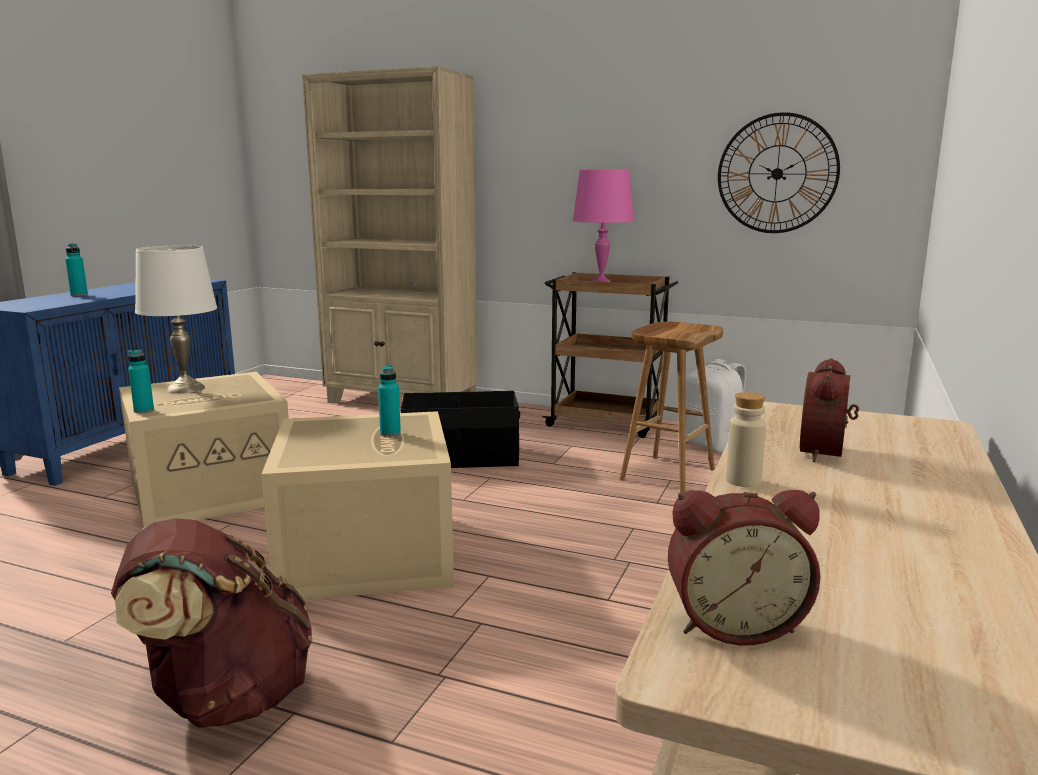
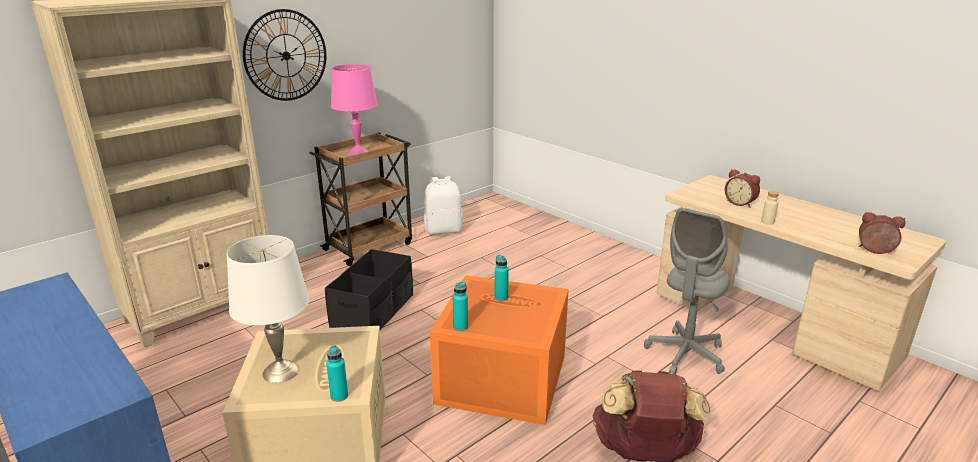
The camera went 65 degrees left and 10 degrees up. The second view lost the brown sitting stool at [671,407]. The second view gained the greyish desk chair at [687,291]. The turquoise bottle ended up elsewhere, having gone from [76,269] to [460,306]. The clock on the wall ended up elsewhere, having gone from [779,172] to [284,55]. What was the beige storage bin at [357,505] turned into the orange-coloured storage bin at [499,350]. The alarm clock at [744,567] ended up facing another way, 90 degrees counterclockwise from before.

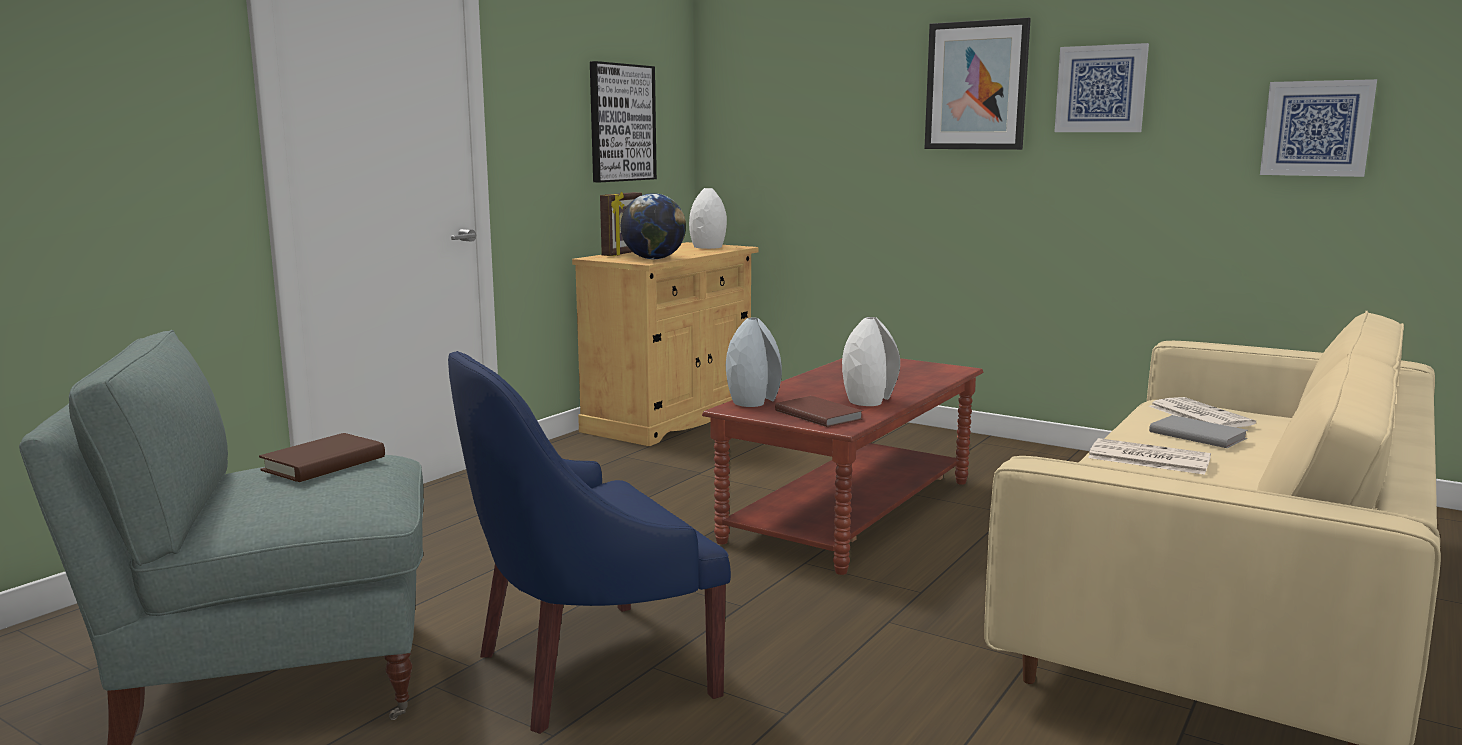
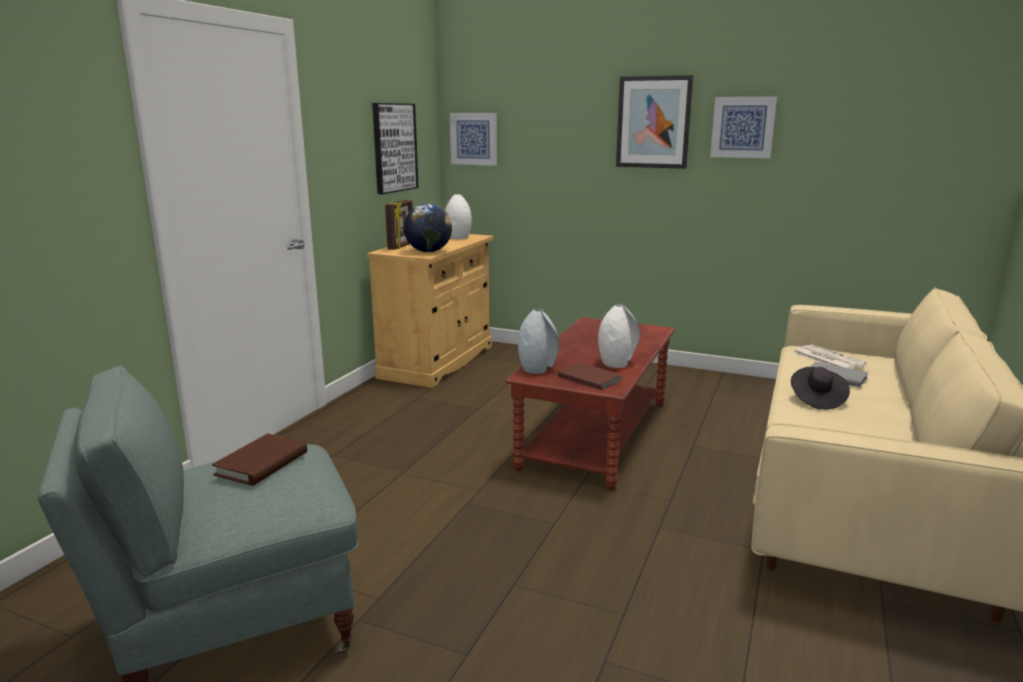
The camera went 10 degrees left and 5 degrees up. The second view lost the blue-coloured easy chair at [589,542]. The wall picture ended up elsewhere, having gone from [1318,128] to [473,139]. Where the printed paper stood at [1149,456], the black hat came to stand at [820,388].

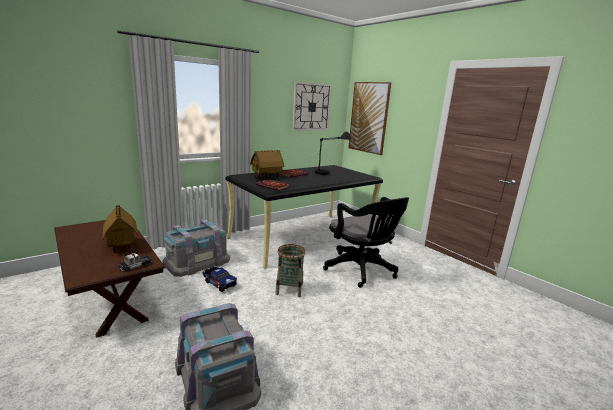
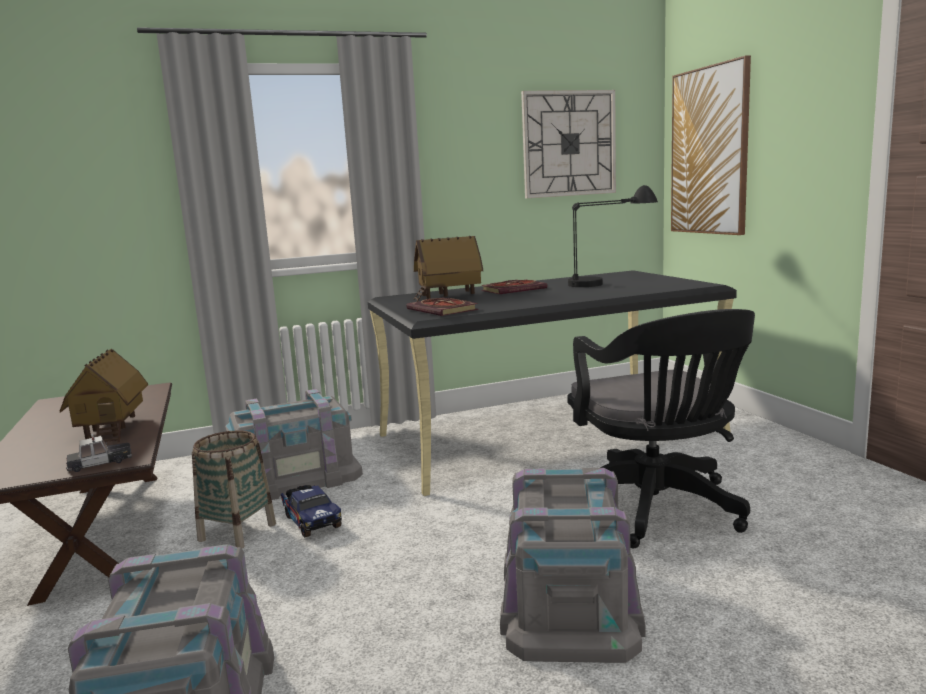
The camera went 20 degrees right and 5 degrees down. The second view gained the greyish storage bin at [573,565]. The basket ended up elsewhere, having gone from [290,270] to [234,489].

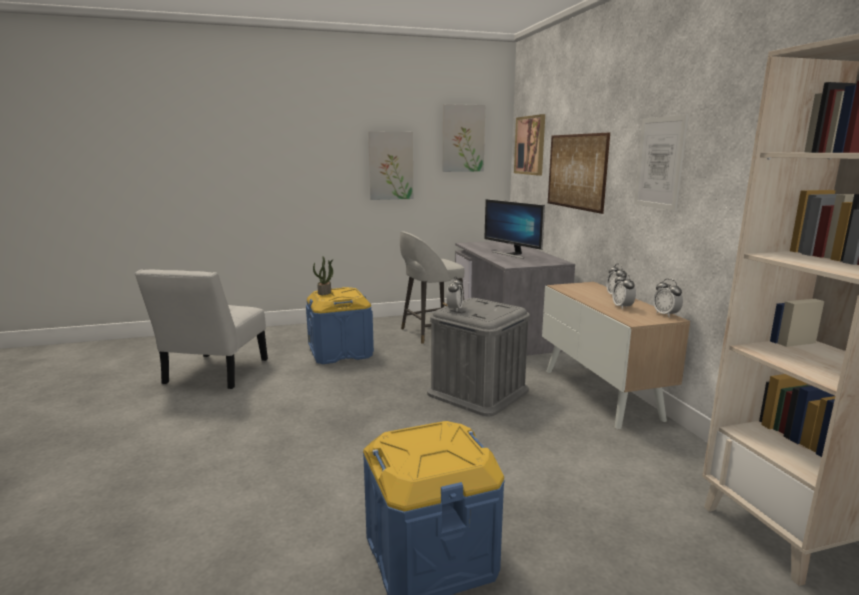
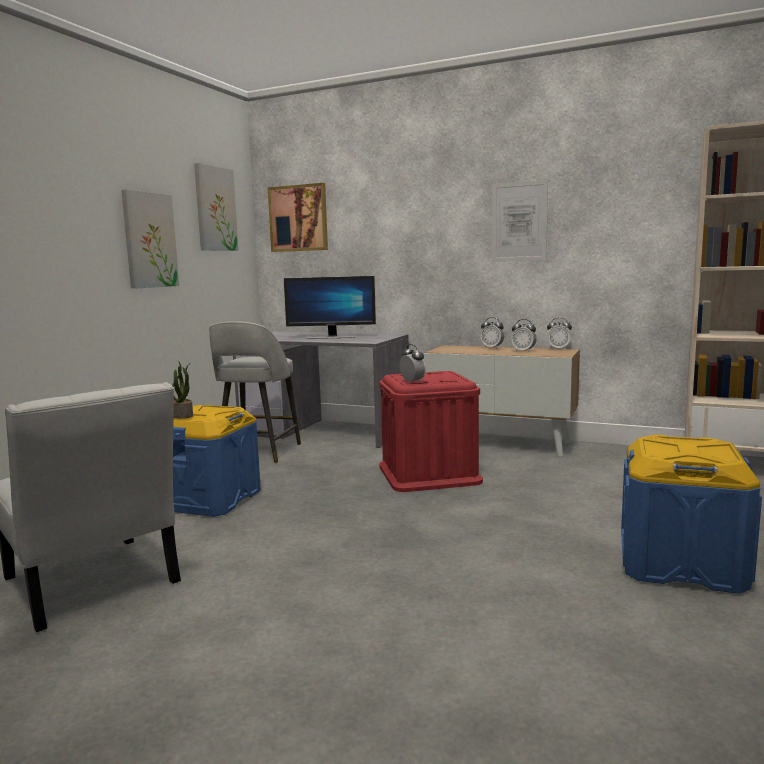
The camera went 50 degrees left and 5 degrees down. The second view lost the wall picture at [579,173]. What was the greyish storage bin at [478,357] turned into the red storage bin at [431,431].

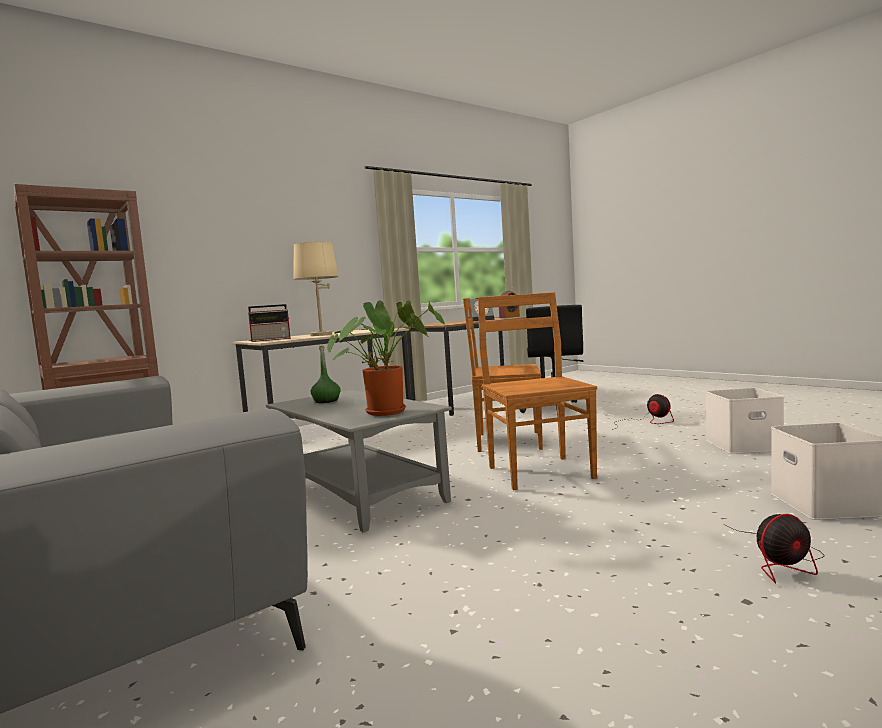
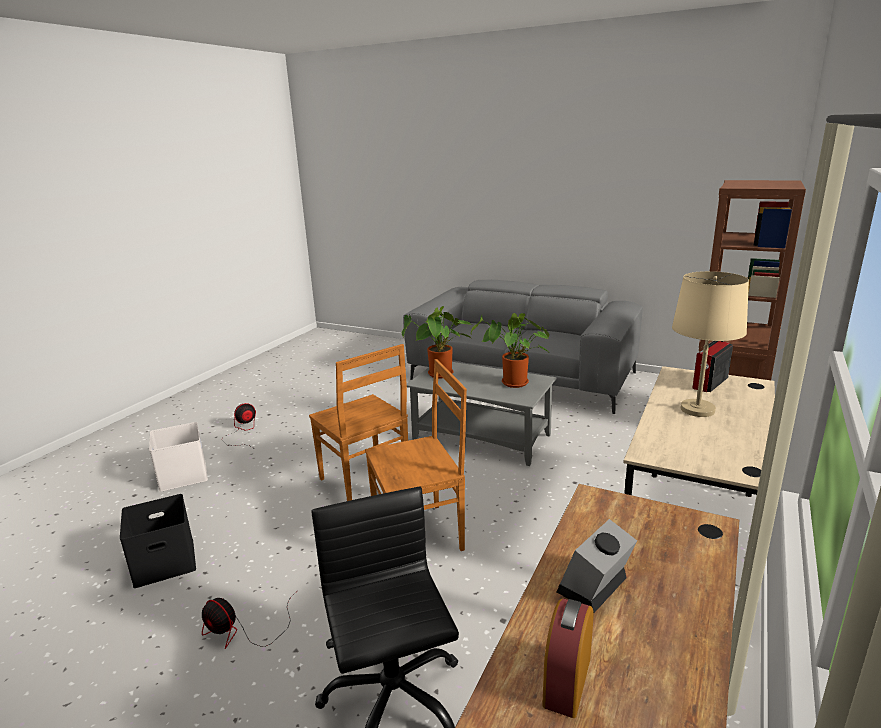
The camera went 155 degrees right and 15 degrees up. Where the green-coloured bottle stood at [326,374], the potted plant came to stand at [510,350]. What was the white storage bin at [745,421] turned into the black storage bin at [158,541].

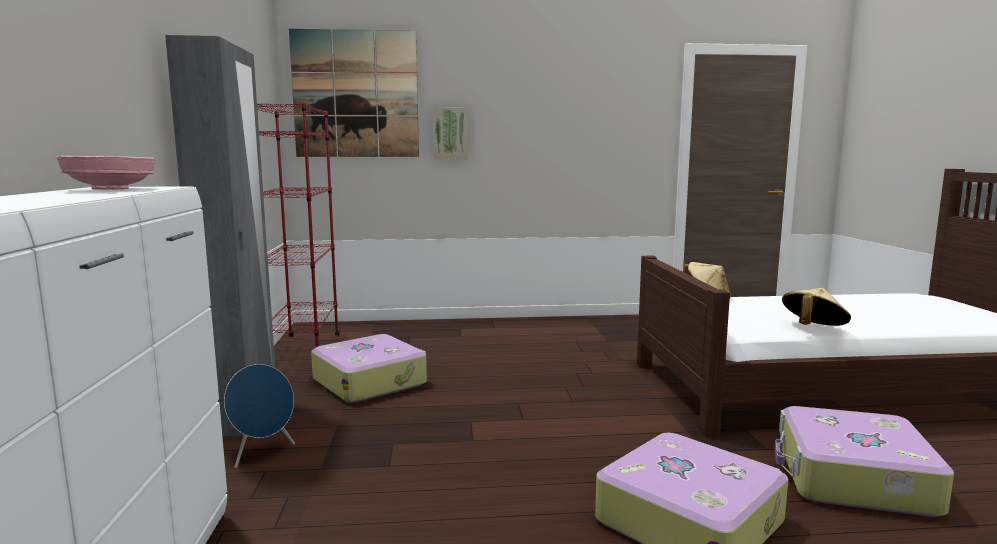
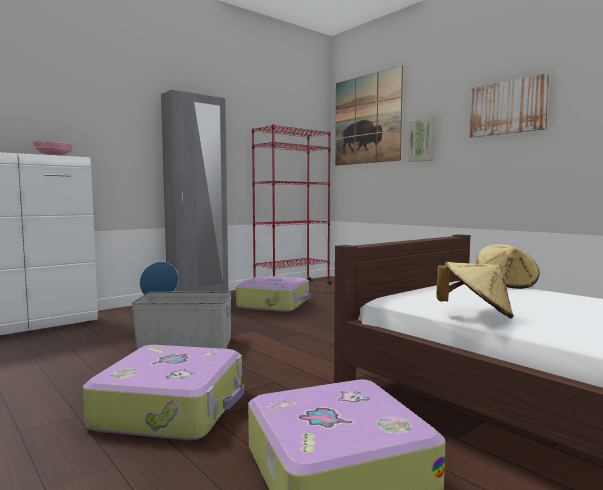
The camera went 55 degrees right and 5 degrees down. The second view gained the greyish storage bin at [182,321]. The second view gained the wall picture at [509,105].

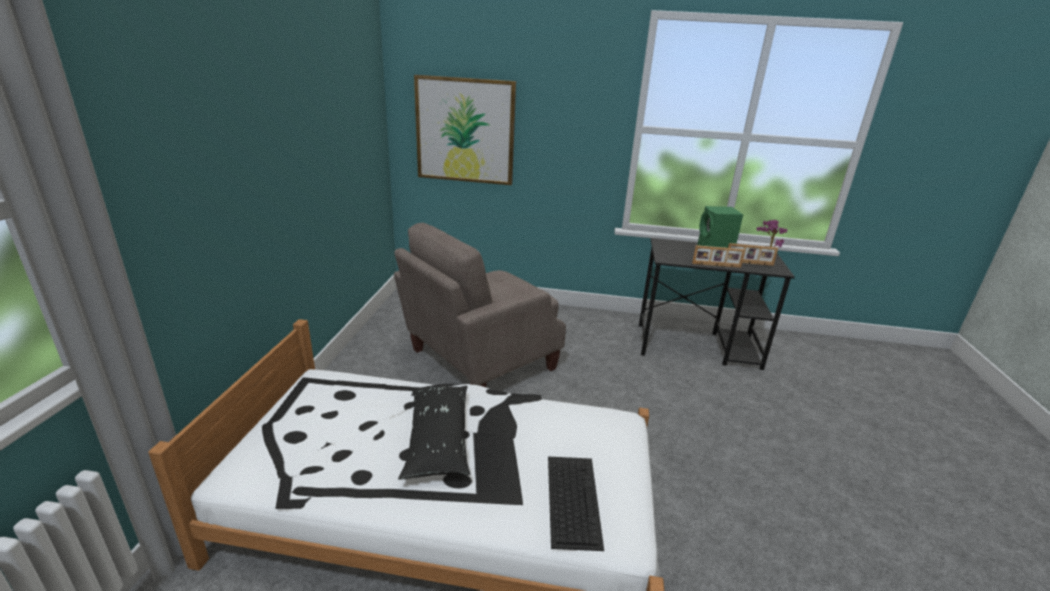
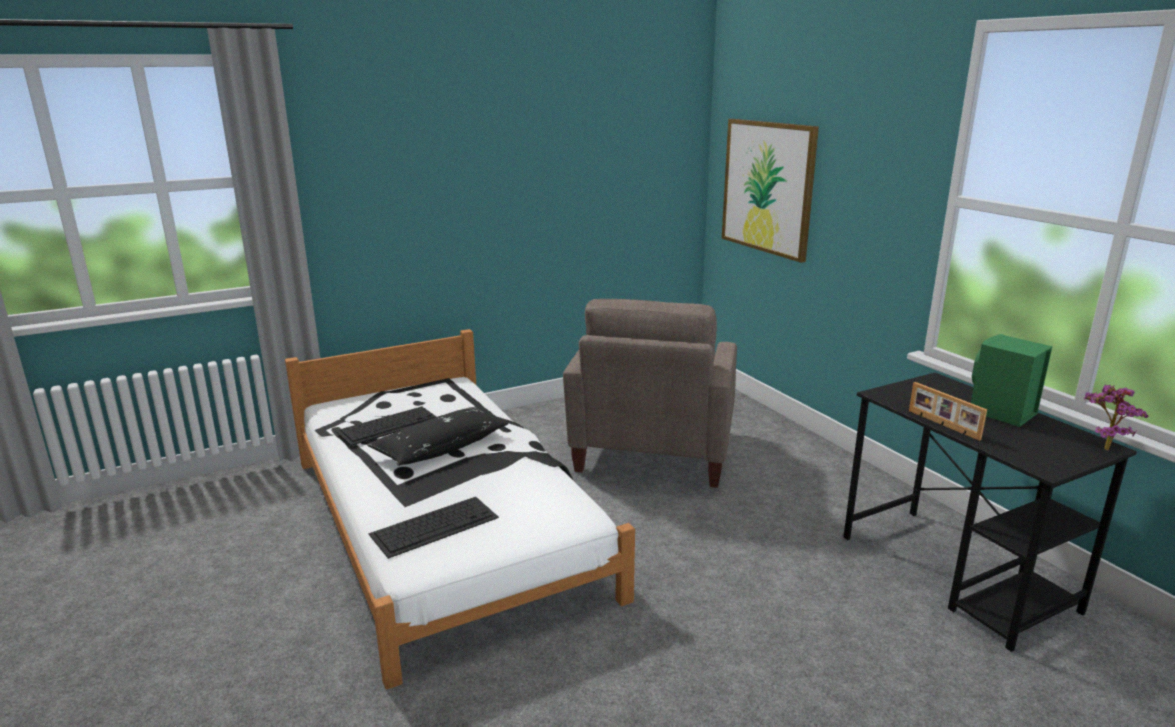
The camera went 55 degrees right and 5 degrees down. The second view lost the standing frame at [753,254]. The second view gained the computer keyboard at [386,426]. The beige easy chair at [480,305] ended up facing another way, 90 degrees counterclockwise from before.

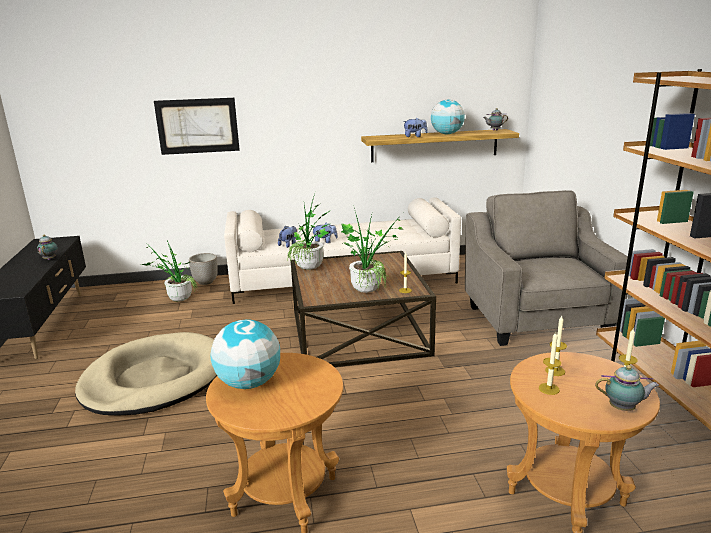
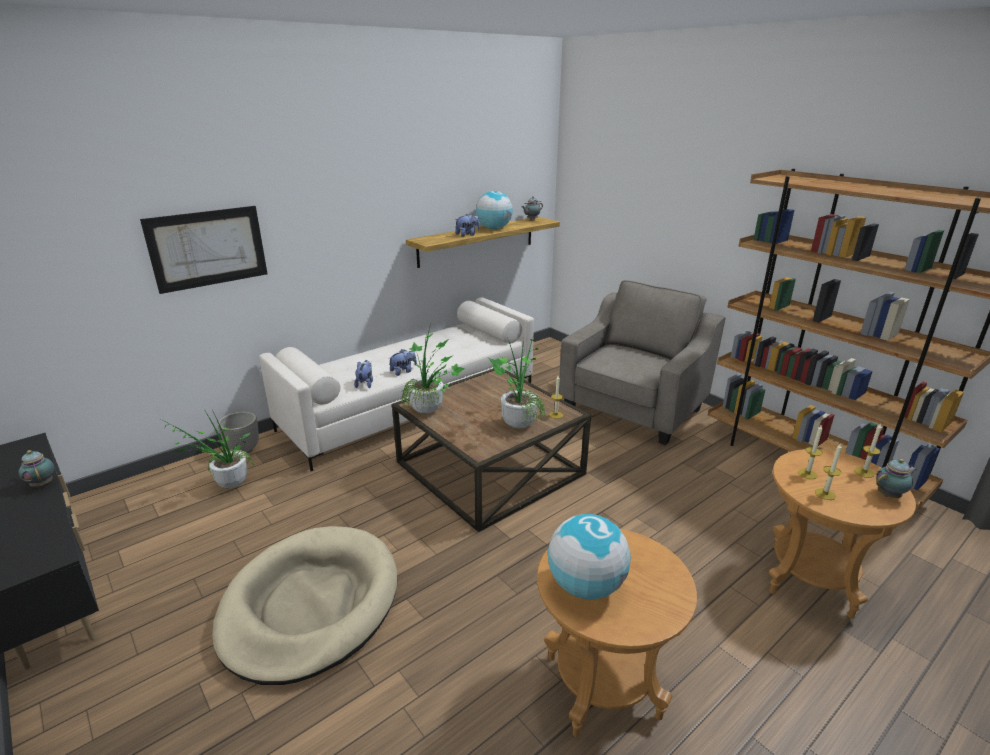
The camera went 30 degrees left and 5 degrees up. The greyish easy chair at [546,268] ended up facing another way, 75 degrees clockwise from before.

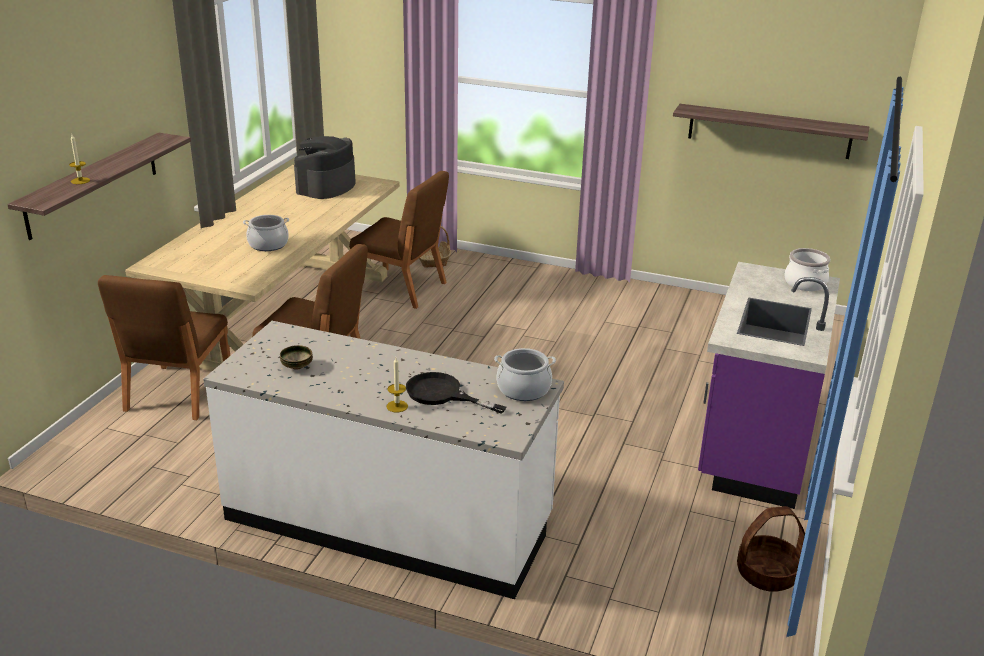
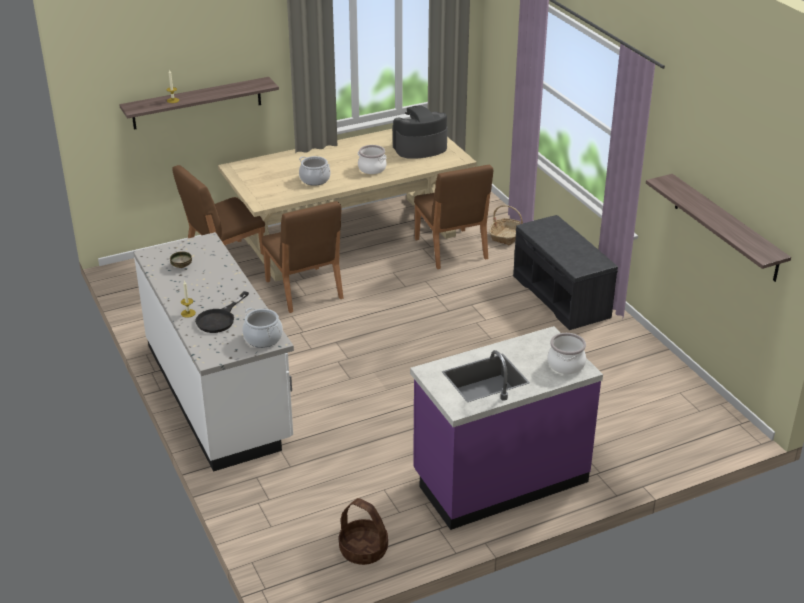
The camera went 45 degrees right and 5 degrees up. The second view gained the cooking pot at [372,159]. The second view gained the greyish bench at [565,272]. The black frying pan at [456,393] ended up facing another way, 135 degrees counterclockwise from before.

